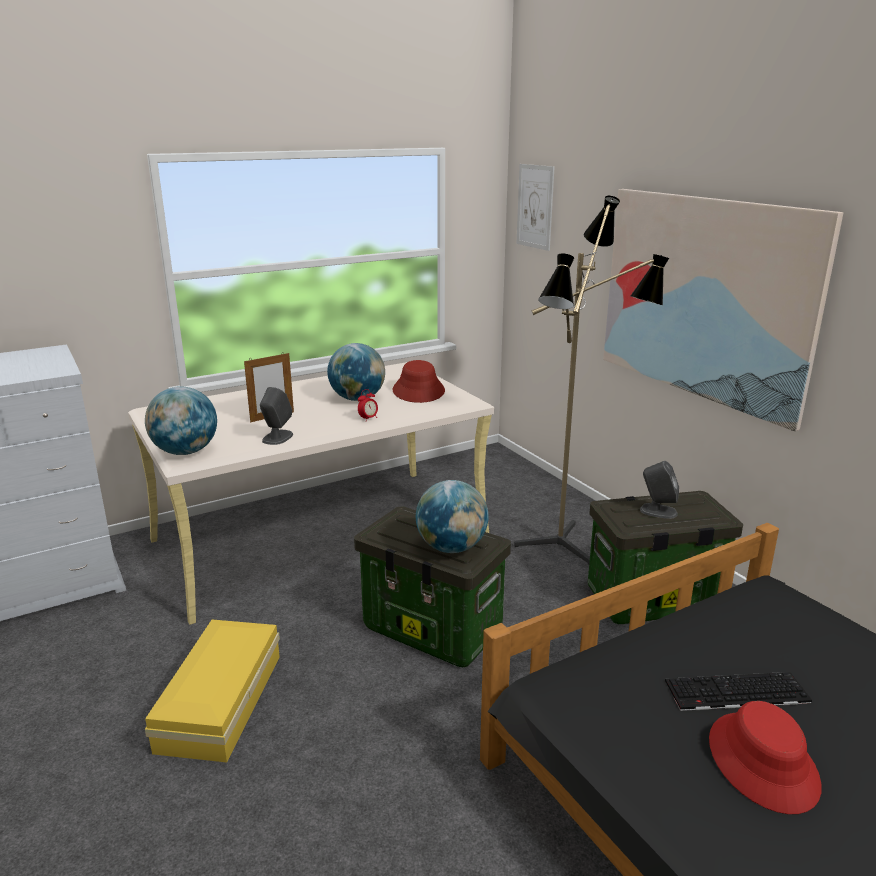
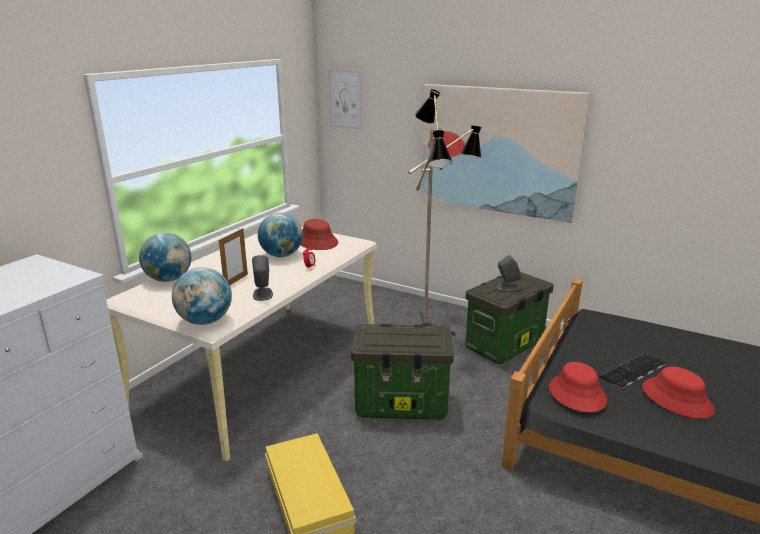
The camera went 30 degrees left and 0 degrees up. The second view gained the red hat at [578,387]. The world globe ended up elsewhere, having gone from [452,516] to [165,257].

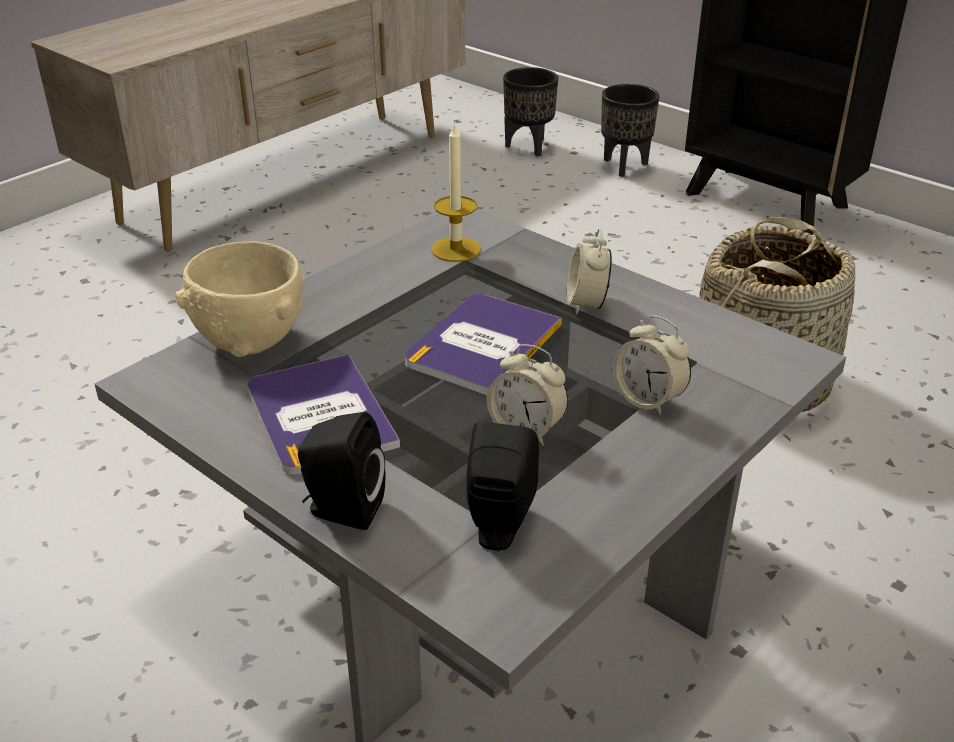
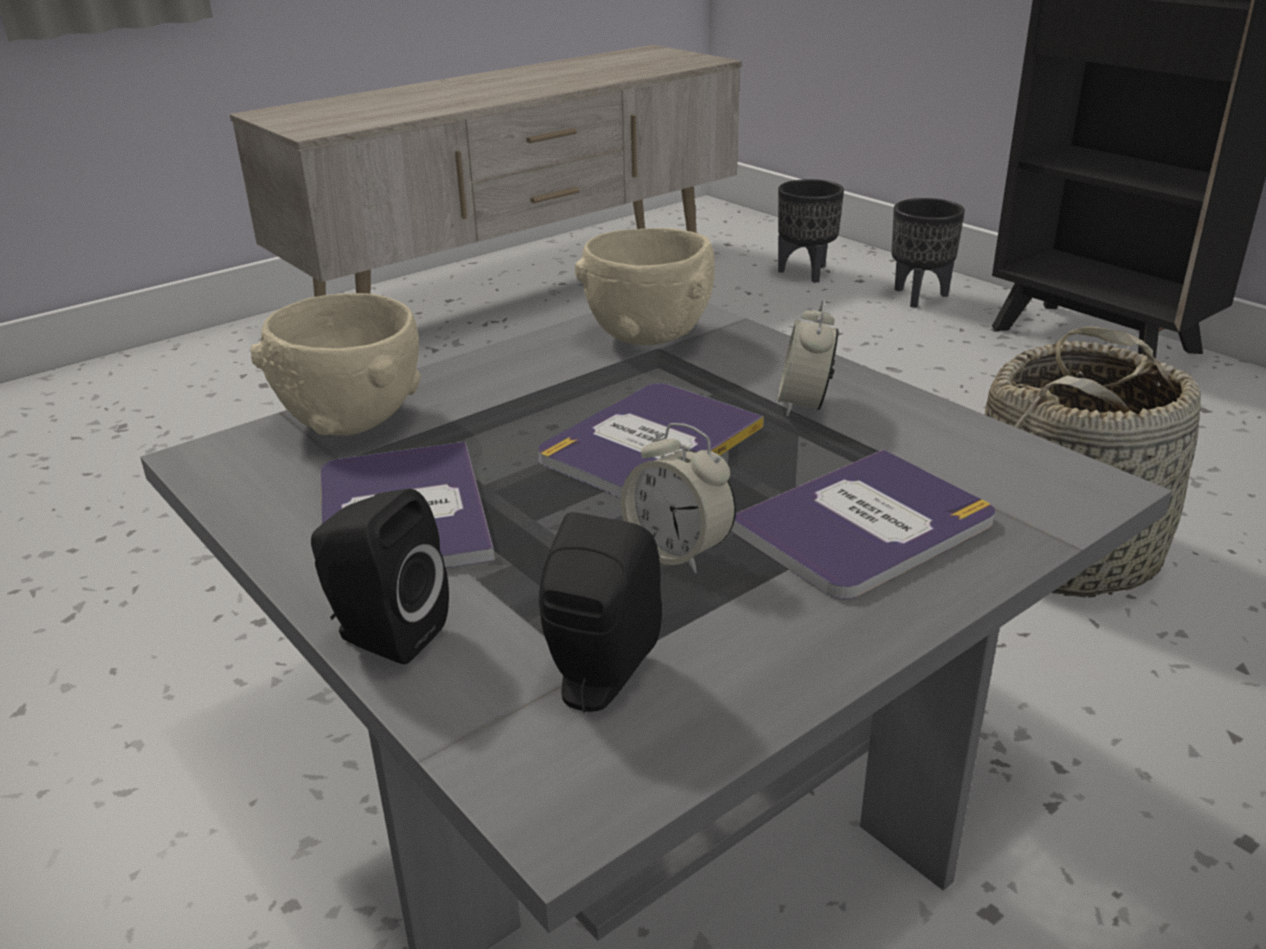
The camera went 10 degrees right and 5 degrees down. Where the candle stood at [456,192], the beige serving bowl came to stand at [645,286]. Where the alarm clock stood at [652,365], the book came to stand at [863,524].

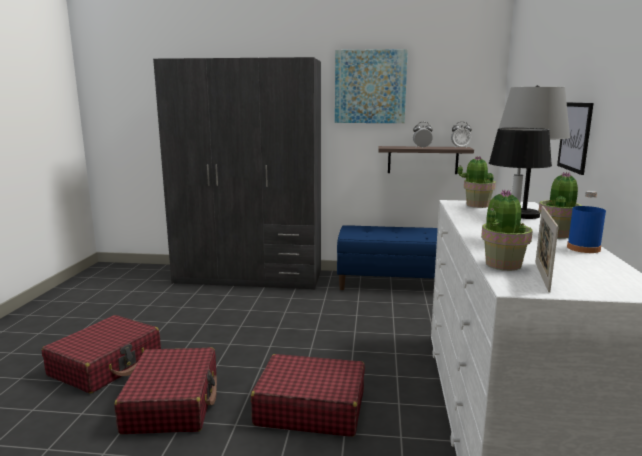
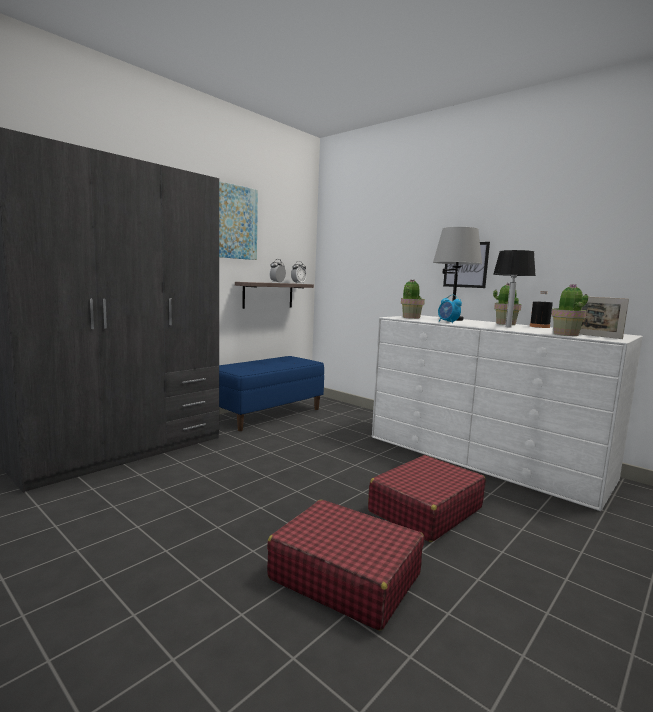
The camera went 55 degrees left and 5 degrees down. The second view lost the red piece of luggage at [101,354]. The second view gained the alarm clock at [450,308]. What was the blue-coloured bottle at [586,222] turned into the black bottle at [541,309].

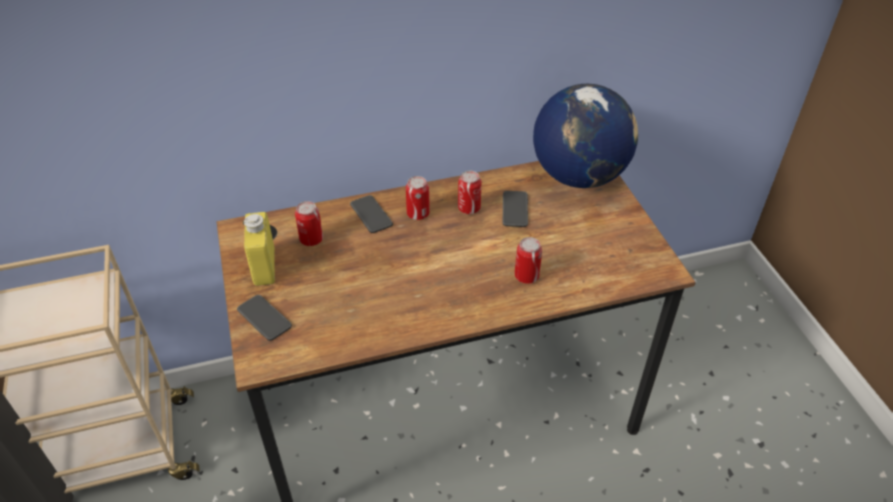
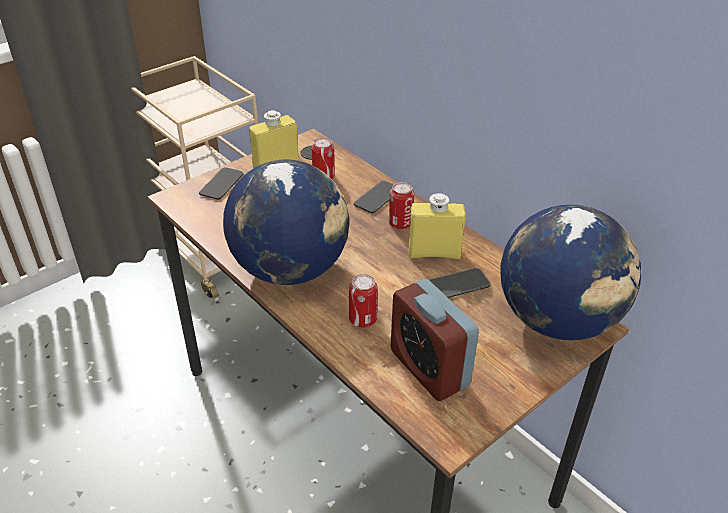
The camera went 65 degrees right and 5 degrees down. The second view gained the world globe at [286,222]. The second view gained the alarm clock at [435,340]. Where the metal can stood at [469,192], the yellowish bottle came to stand at [437,226].

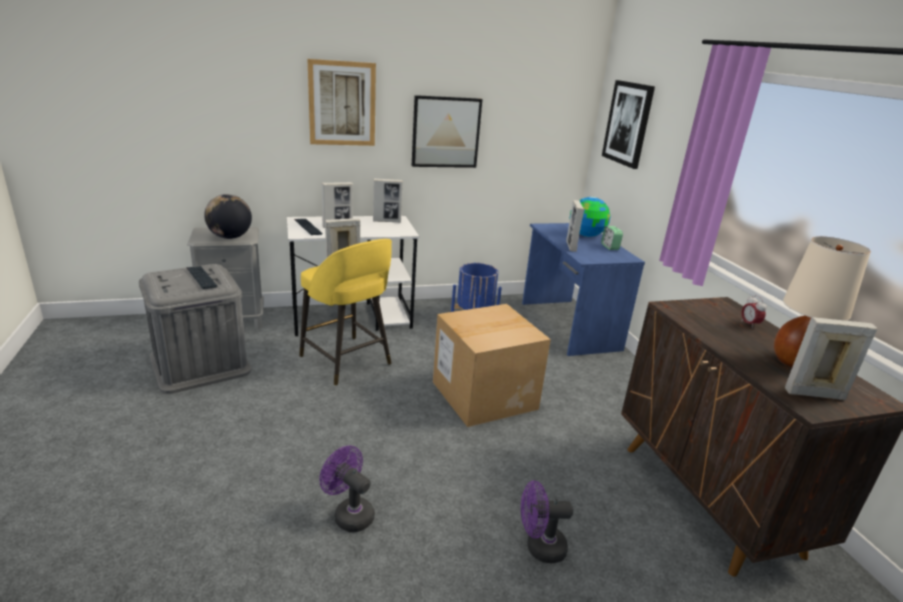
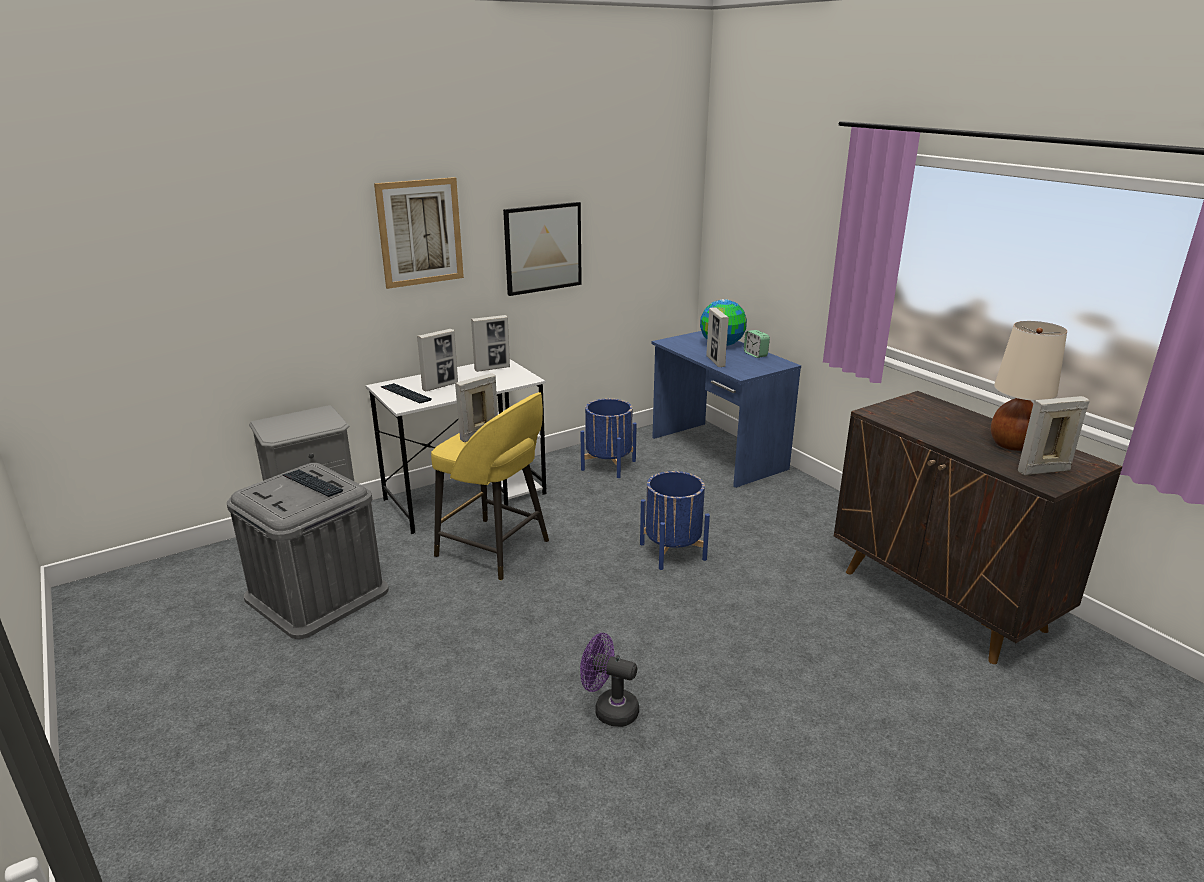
The camera went 15 degrees left and 0 degrees up. The second view lost the world globe at [228,216]. The second view lost the purplish cooling fan at [547,521]. The second view lost the wall picture at [628,124]. The second view lost the alarm clock at [753,311]. Where the carton stood at [492,365], the blue-coloured flower pot came to stand at [675,520].

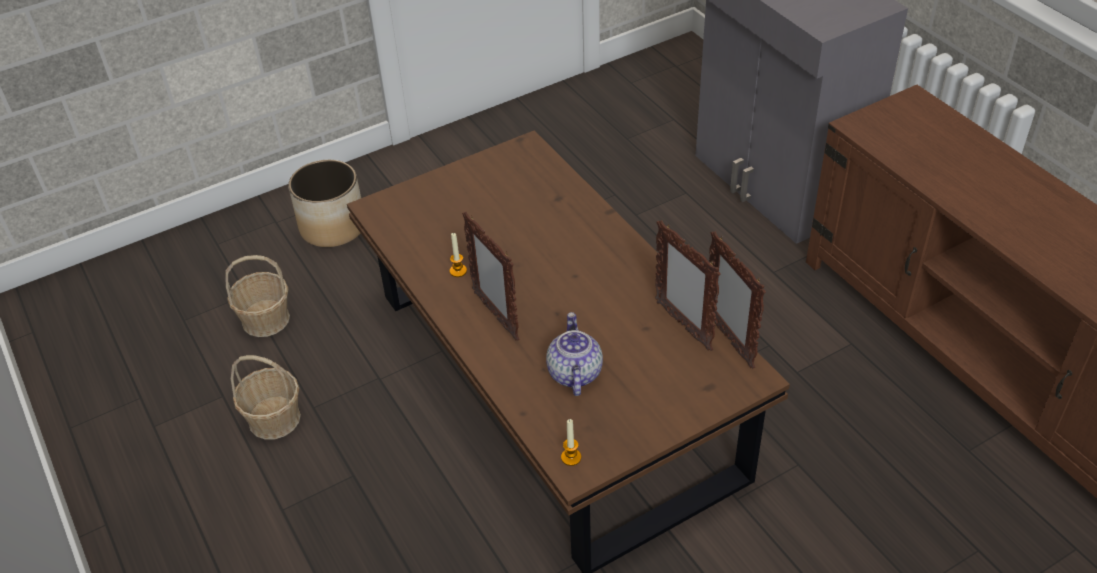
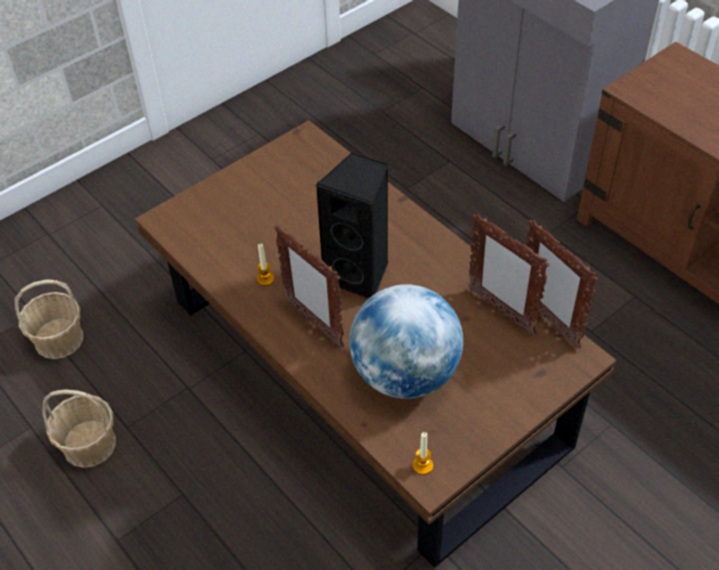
The camera went 10 degrees left and 5 degrees up. The second view lost the flower pot at [324,203]. The second view gained the black speaker at [351,225]. Where the teapot stood at [574,354], the world globe came to stand at [406,341].

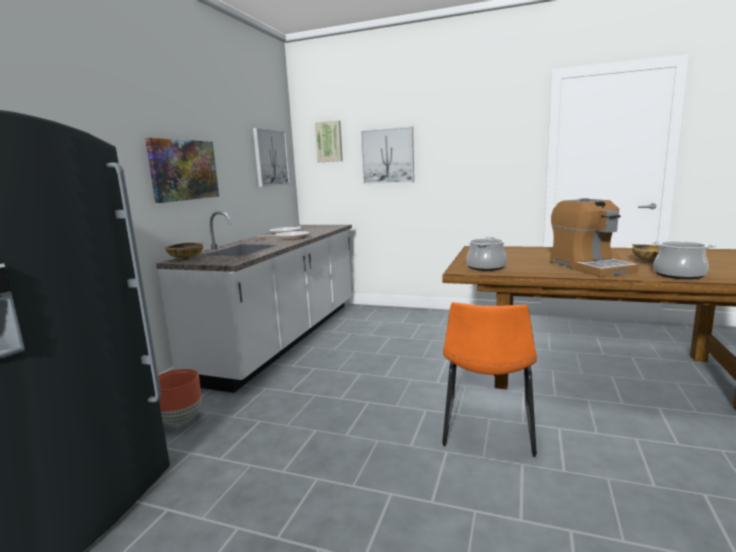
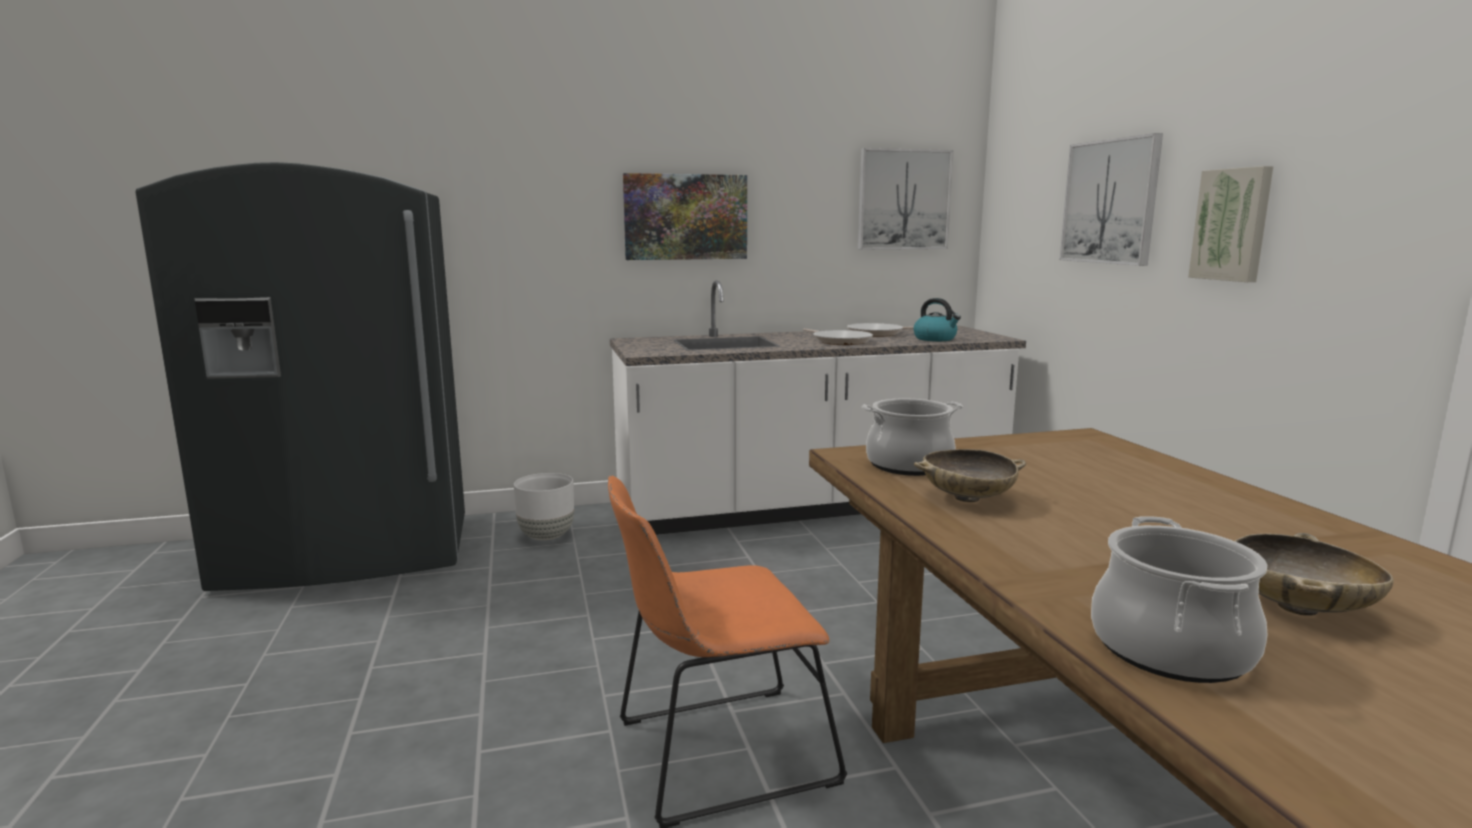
The camera went 55 degrees right and 0 degrees up. The second view lost the coffee machine at [594,237]. The second view gained the water kettle at [937,319]. The beige serving bowl ended up elsewhere, having gone from [184,251] to [970,475]. The wall picture ended up elsewhere, having gone from [329,141] to [1230,224]. What was the brown flower pot at [180,397] turned into the white flower pot at [544,506].

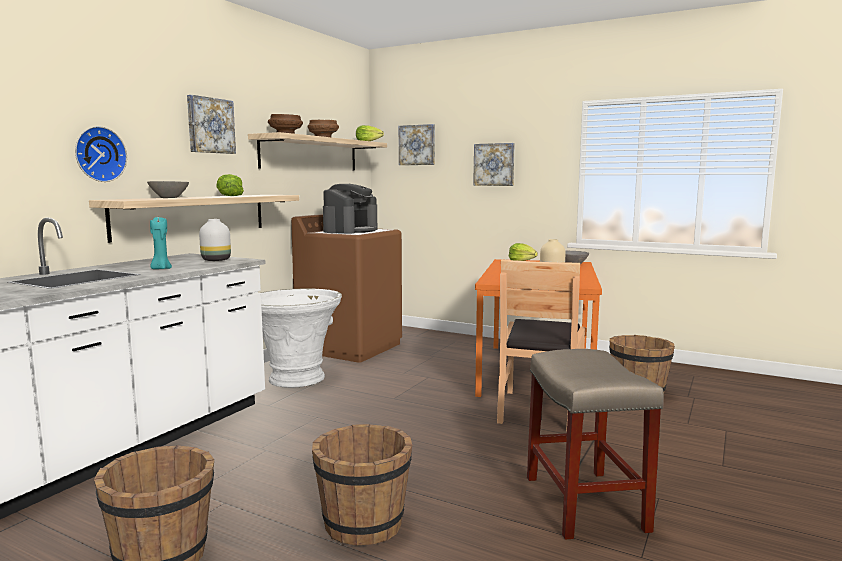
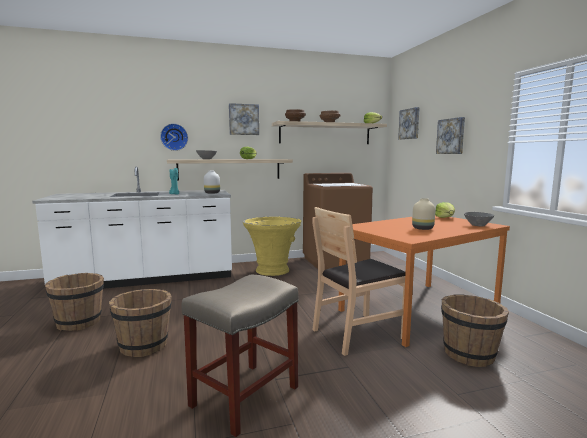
The camera went 45 degrees right and 0 degrees up. The second view lost the coffee machine at [350,209]. What was the white flower pot at [301,338] turned into the yellowish flower pot at [272,246].

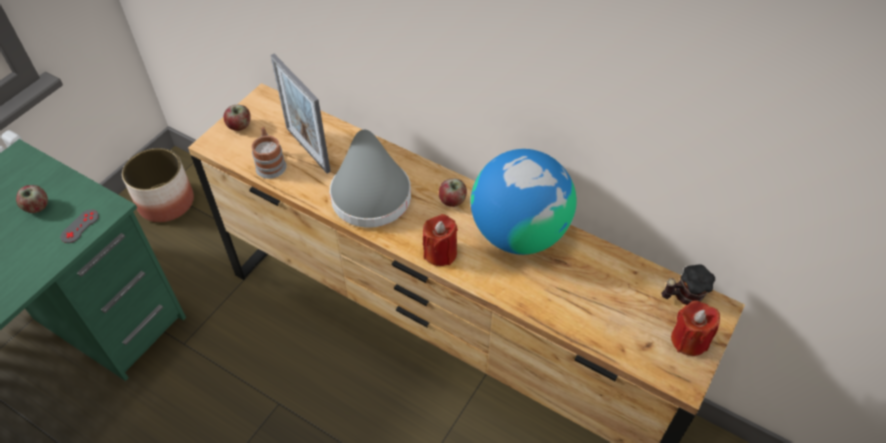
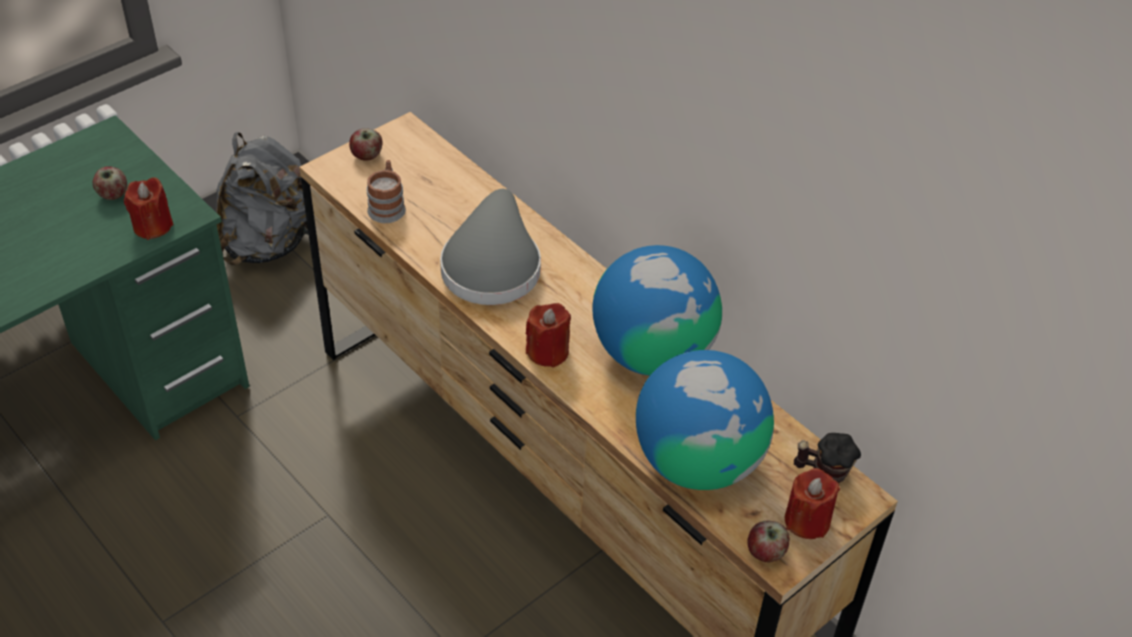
The camera went 15 degrees right and 5 degrees down. The second view lost the standing frame at [300,113]. The second view gained the world globe at [705,420]. The apple fruit ended up elsewhere, having gone from [453,192] to [768,541]. Where the greyish gamepad stood at [79,226], the red candle came to stand at [149,208]. Where the flower pot stood at [158,185], the greyish rucksack came to stand at [262,199].

